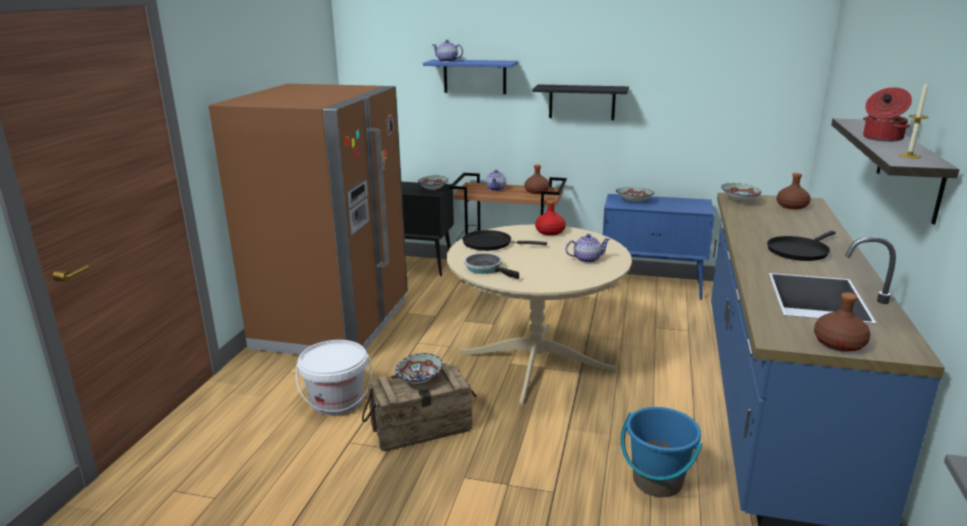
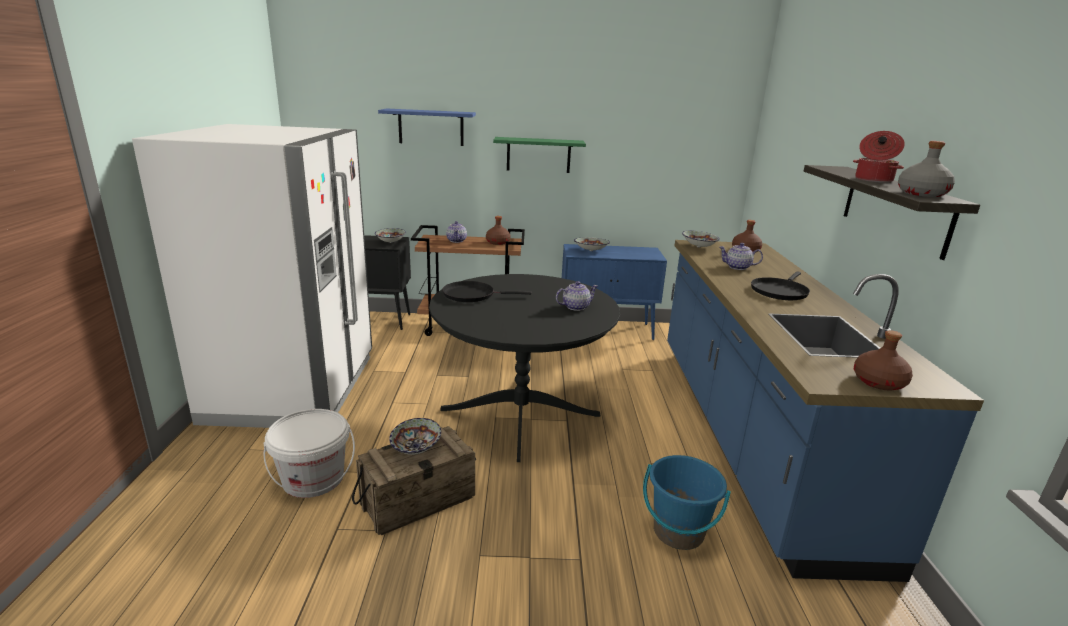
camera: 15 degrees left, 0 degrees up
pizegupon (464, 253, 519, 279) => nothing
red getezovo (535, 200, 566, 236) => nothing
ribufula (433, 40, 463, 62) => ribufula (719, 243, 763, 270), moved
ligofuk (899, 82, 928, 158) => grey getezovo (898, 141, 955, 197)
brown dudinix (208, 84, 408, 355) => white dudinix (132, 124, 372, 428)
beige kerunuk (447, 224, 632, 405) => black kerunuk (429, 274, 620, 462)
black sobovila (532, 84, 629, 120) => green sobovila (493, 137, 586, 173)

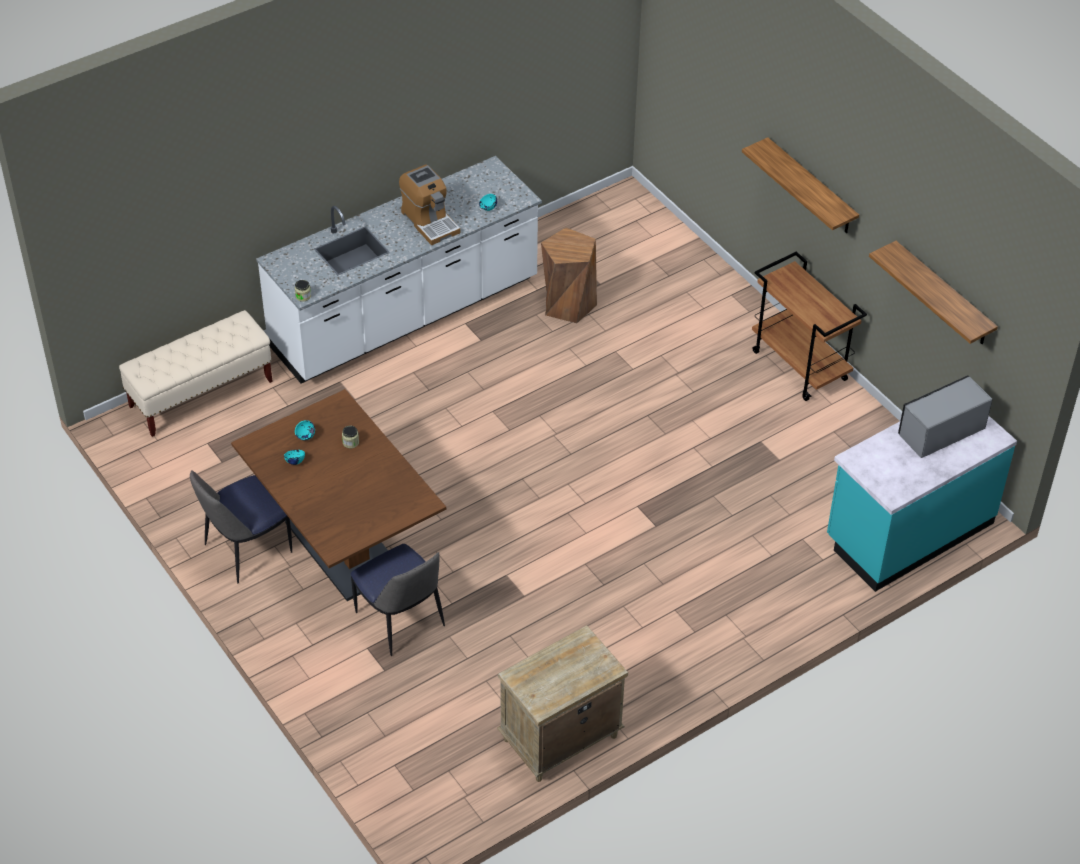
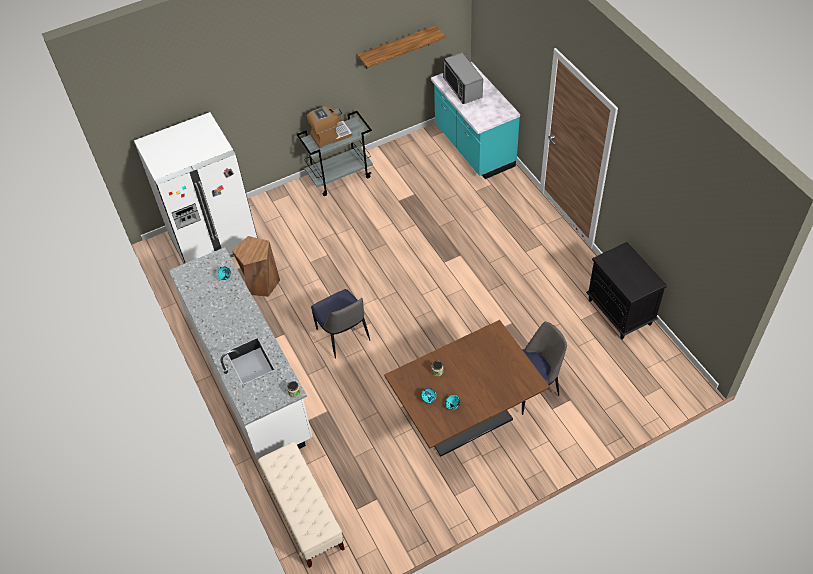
camera: 80 degrees left, 5 degrees up
sobovila (742, 137, 859, 233) => nothing
nothing => white dudinix (134, 112, 257, 264)
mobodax (190, 470, 292, 583) => mobodax (311, 289, 370, 359), moved
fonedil (399, 164, 460, 245) => fonedil (307, 106, 352, 148), moved
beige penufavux (497, 625, 628, 782) => black penufavux (586, 242, 667, 339)
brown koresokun (752, 252, 867, 401) => grey koresokun (296, 111, 373, 196)

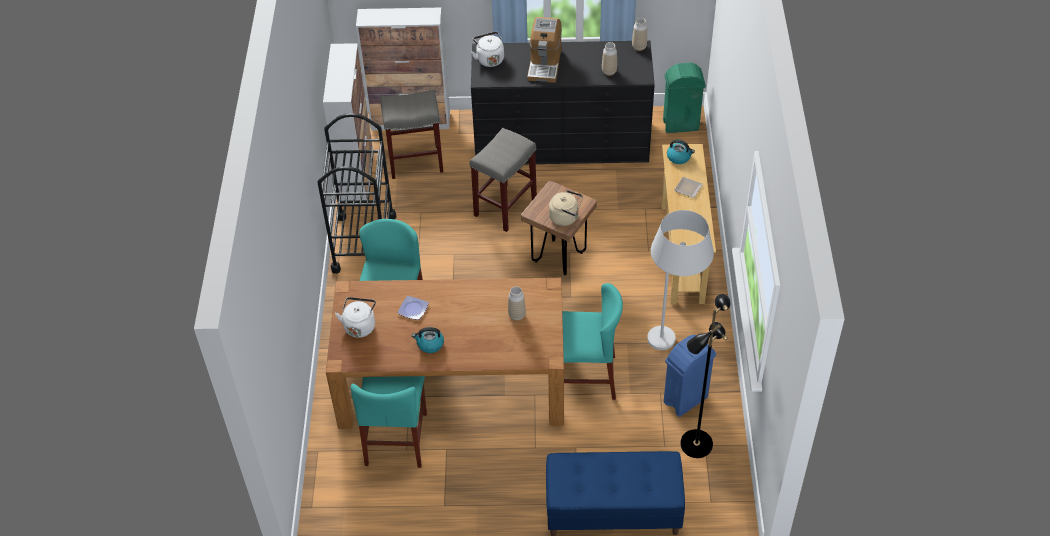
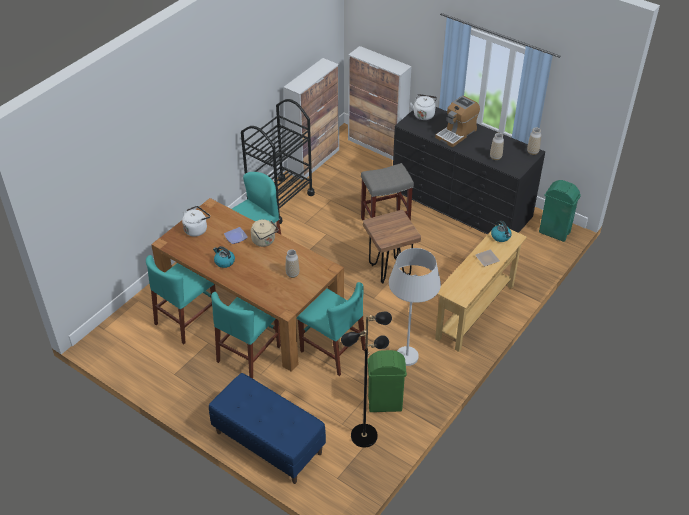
camera: 35 degrees right, 5 degrees down
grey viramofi (380, 90, 443, 179) => nothing
nothing => turquoise mobodax (211, 292, 281, 378)
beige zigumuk (549, 190, 583, 226) => beige zigumuk (251, 220, 279, 247), moved
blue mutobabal (664, 335, 716, 417) => green mutobabal (368, 350, 407, 412)

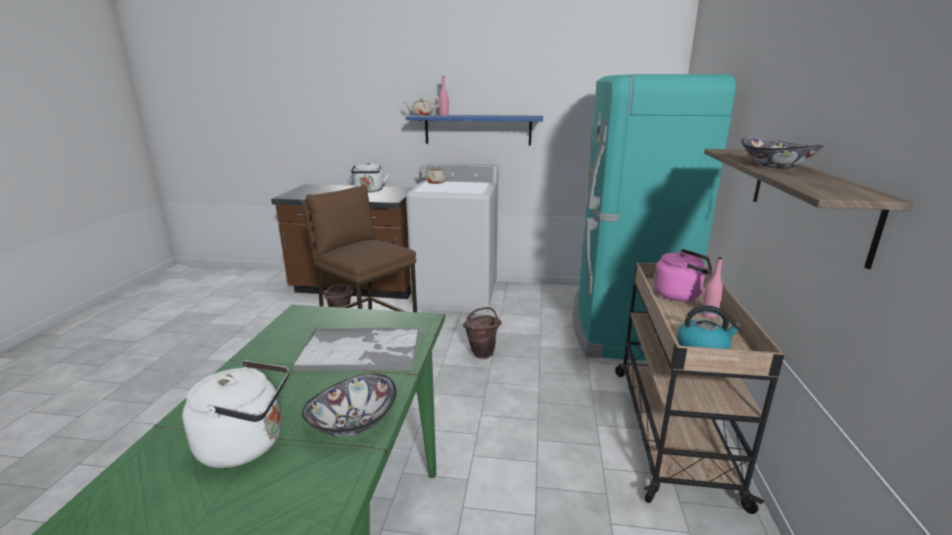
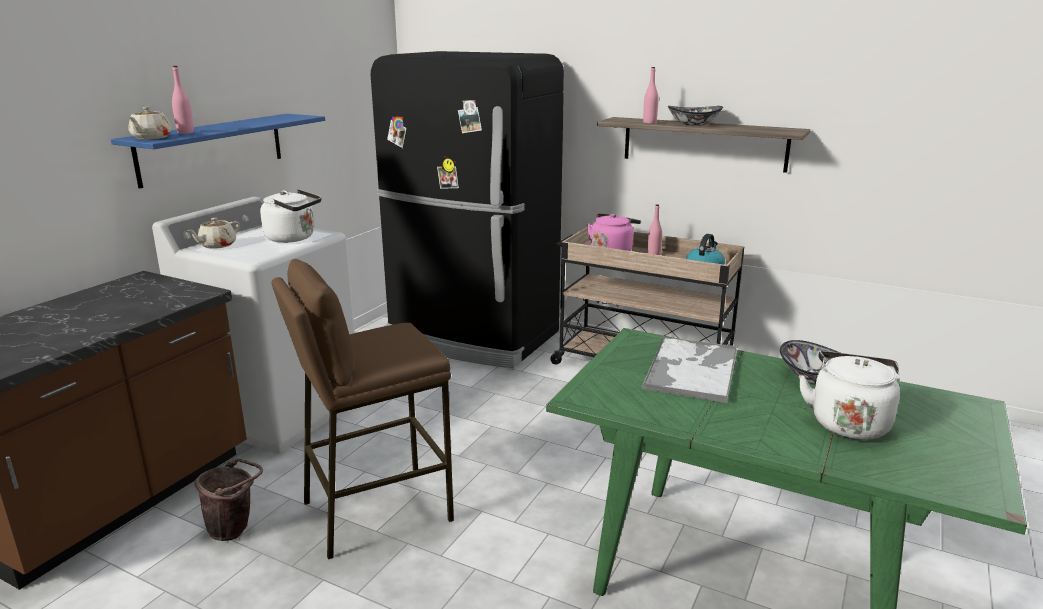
camera: 70 degrees left, 0 degrees up
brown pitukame (463, 307, 502, 359) => nothing
nothing => pink getezovo (643, 67, 658, 124)
white zigumuk (351, 162, 389, 193) => white zigumuk (260, 189, 321, 243), moved
turquoise dudinix (573, 74, 736, 361) => black dudinix (371, 51, 564, 368)

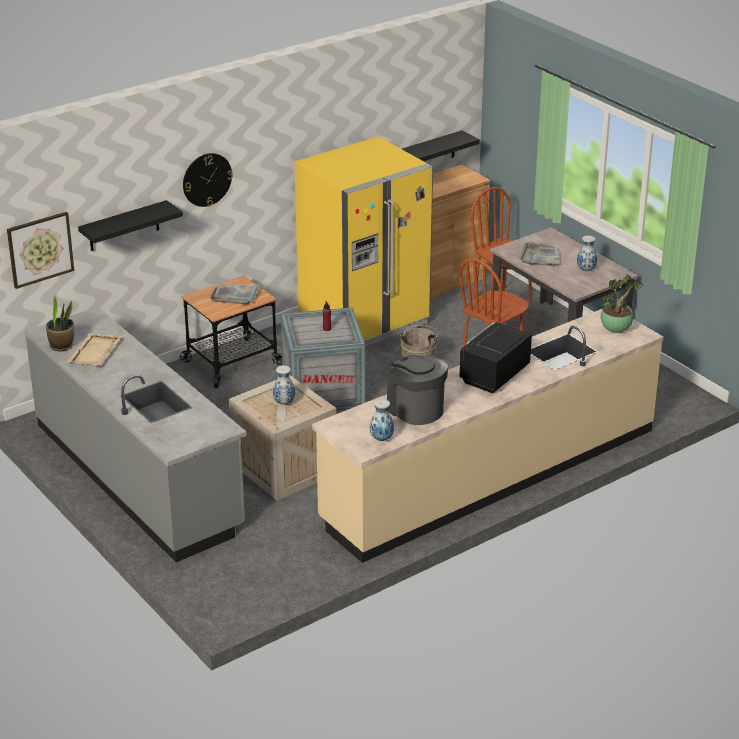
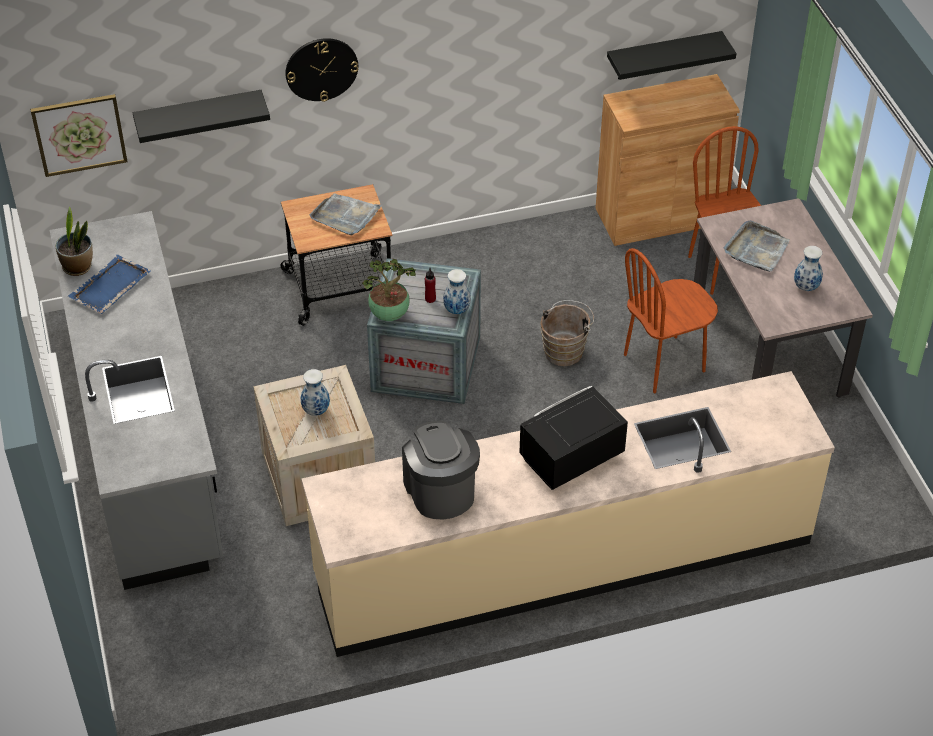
camera: 20 degrees right, 15 degrees up
yellow dudinix (295, 136, 433, 346) => nothing
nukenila (370, 399, 394, 441) => nukenila (443, 269, 471, 314), moved
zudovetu (601, 275, 643, 333) => zudovetu (362, 259, 416, 321), moved
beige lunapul (67, 333, 122, 366) => blue lunapul (68, 255, 151, 314)

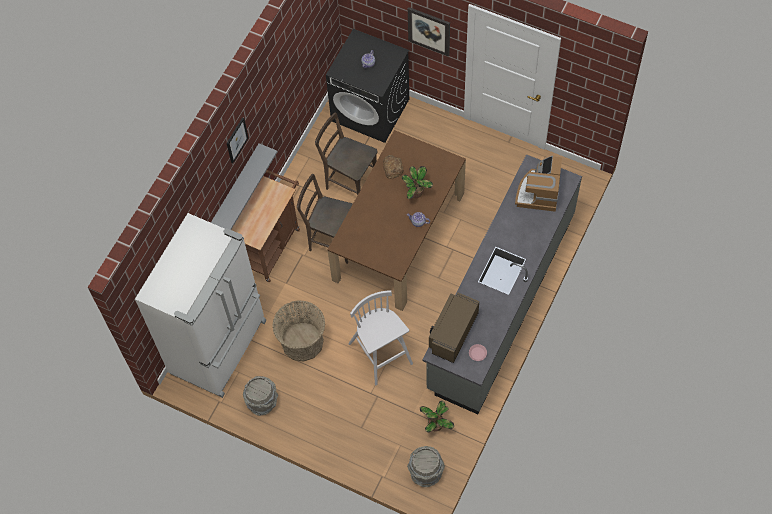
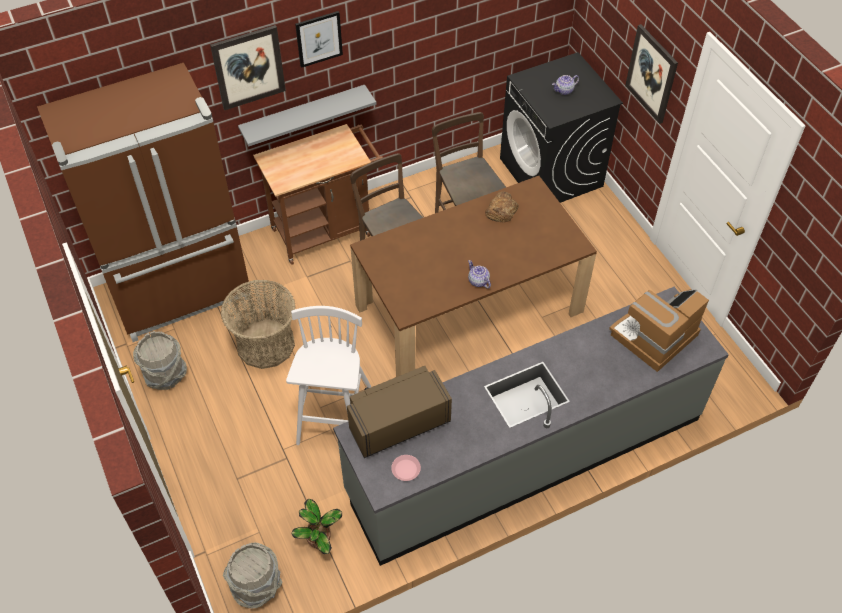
camera: 35 degrees right, 10 degrees down
zudovetu (402, 166, 433, 199) => nothing
nothing => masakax (210, 25, 286, 110)
white dudinix (135, 213, 266, 398) => brown dudinix (37, 63, 251, 342)

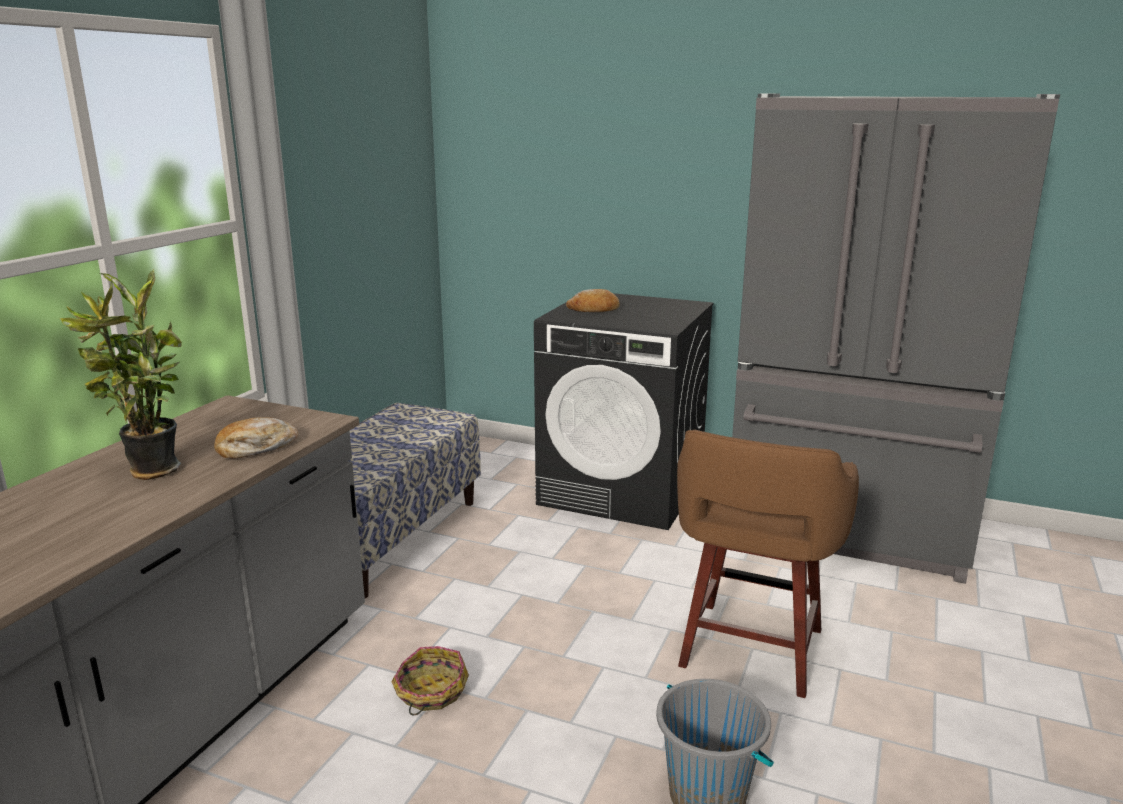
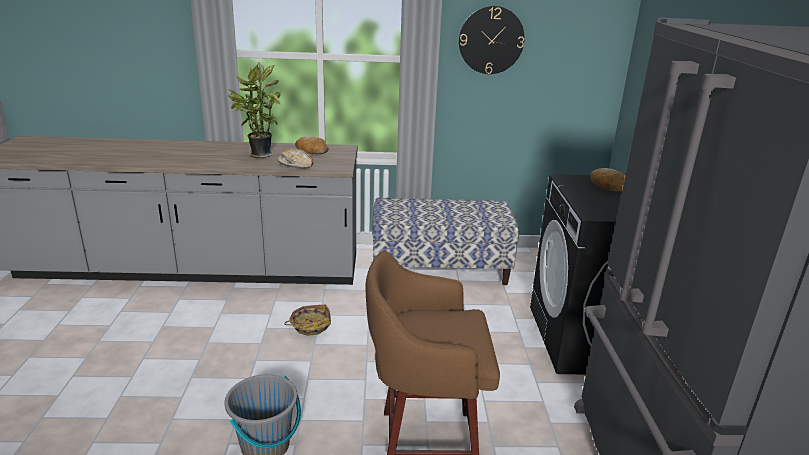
camera: 65 degrees right, 5 degrees up
nothing => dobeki (295, 136, 329, 154)
nothing => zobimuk (459, 6, 524, 74)

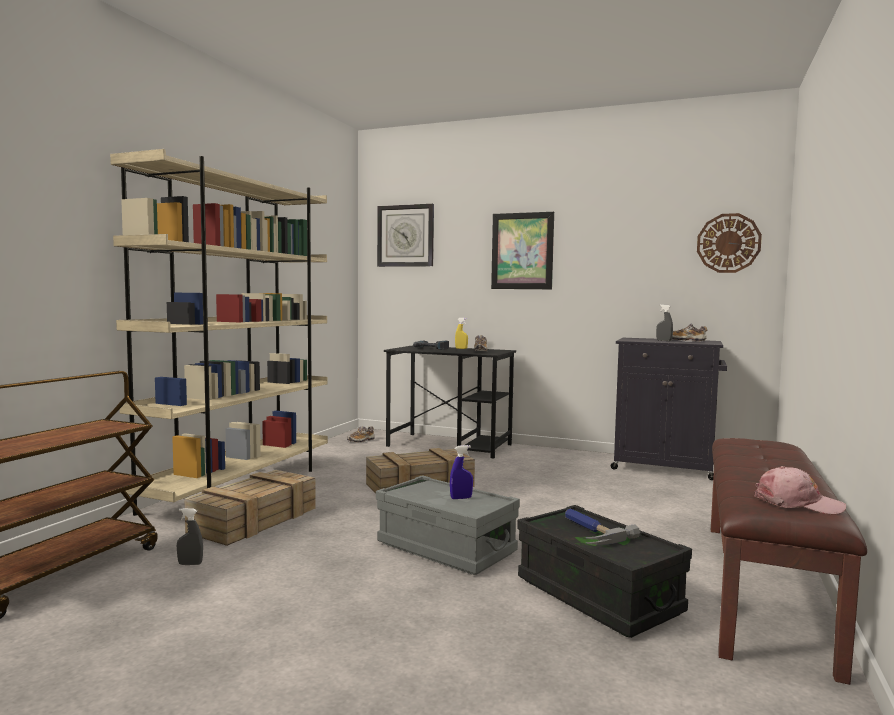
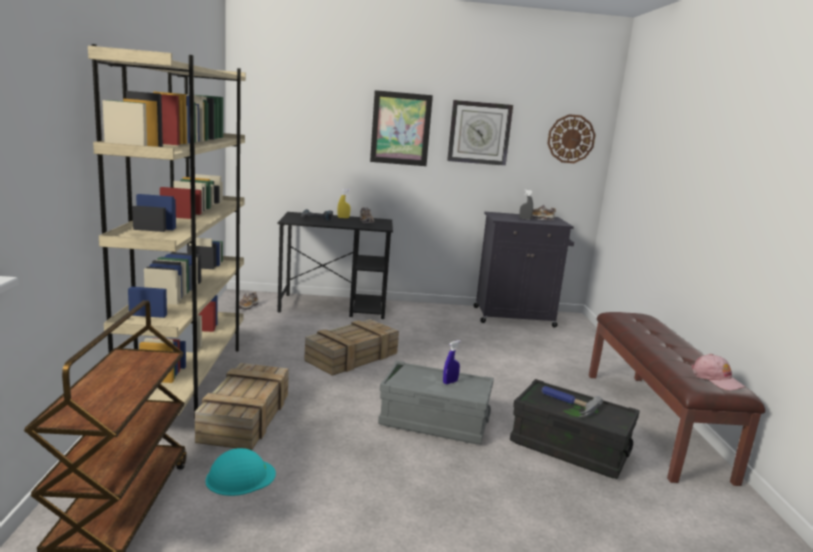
camera: 25 degrees left, 10 degrees up
zobimuk (377, 204, 434, 267) => zobimuk (447, 100, 513, 166), moved
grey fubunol (177, 508, 203, 565) => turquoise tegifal (206, 448, 276, 496)
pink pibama (755, 466, 846, 515) => pink pibama (691, 354, 746, 391), 60 degrees clockwise

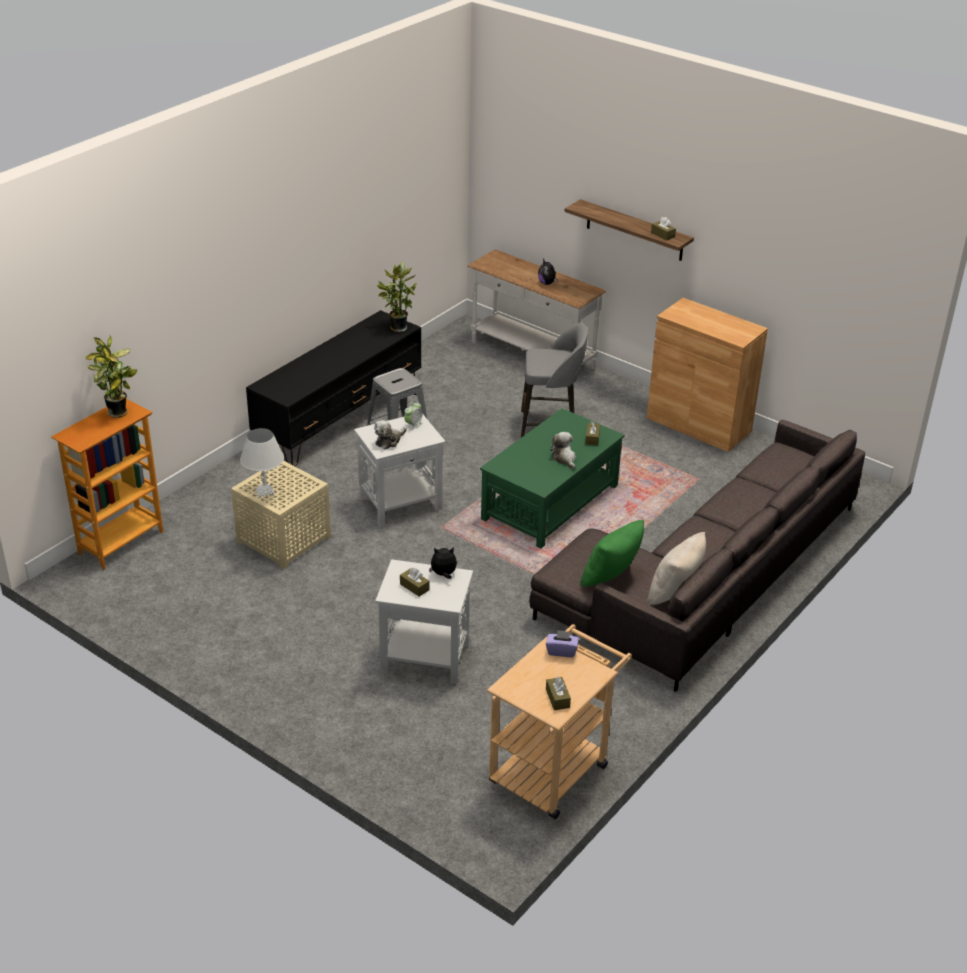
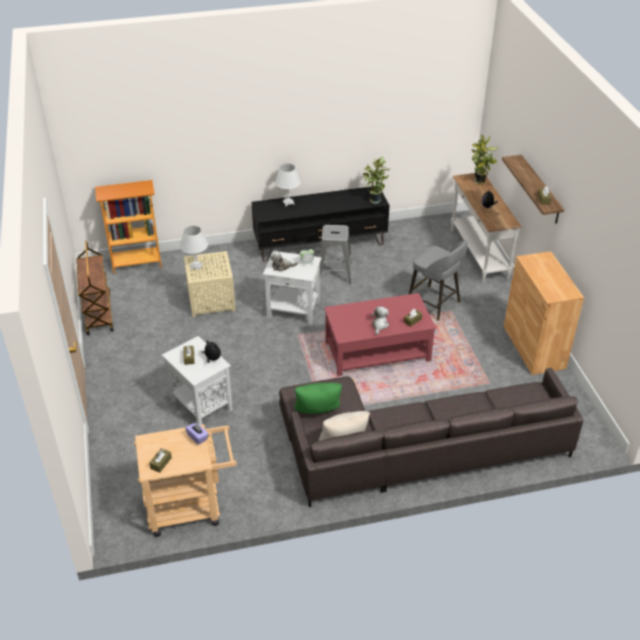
camera: 40 degrees right, 5 degrees up
nothing => brown koresokun (76, 241, 114, 335)
nothing => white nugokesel (275, 164, 301, 207)
zudovetu (85, 336, 137, 418) => zudovetu (472, 135, 498, 185), moved
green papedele (480, 408, 625, 548) => red papedele (324, 293, 436, 376)

